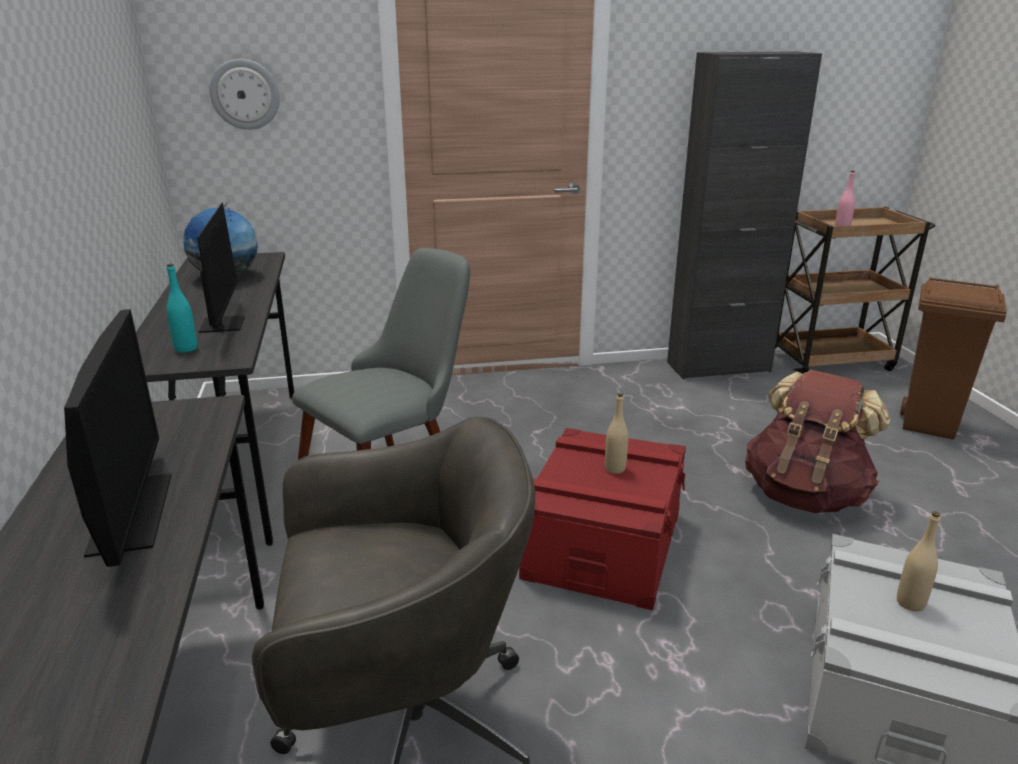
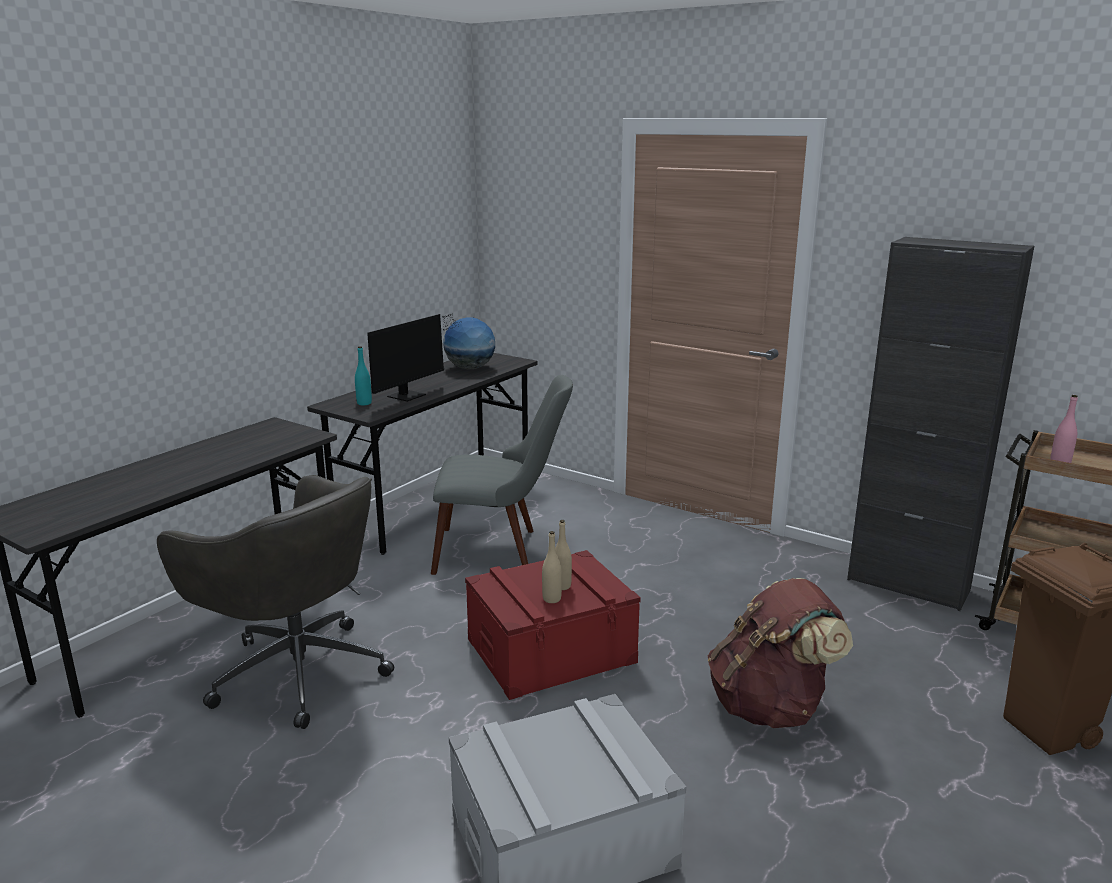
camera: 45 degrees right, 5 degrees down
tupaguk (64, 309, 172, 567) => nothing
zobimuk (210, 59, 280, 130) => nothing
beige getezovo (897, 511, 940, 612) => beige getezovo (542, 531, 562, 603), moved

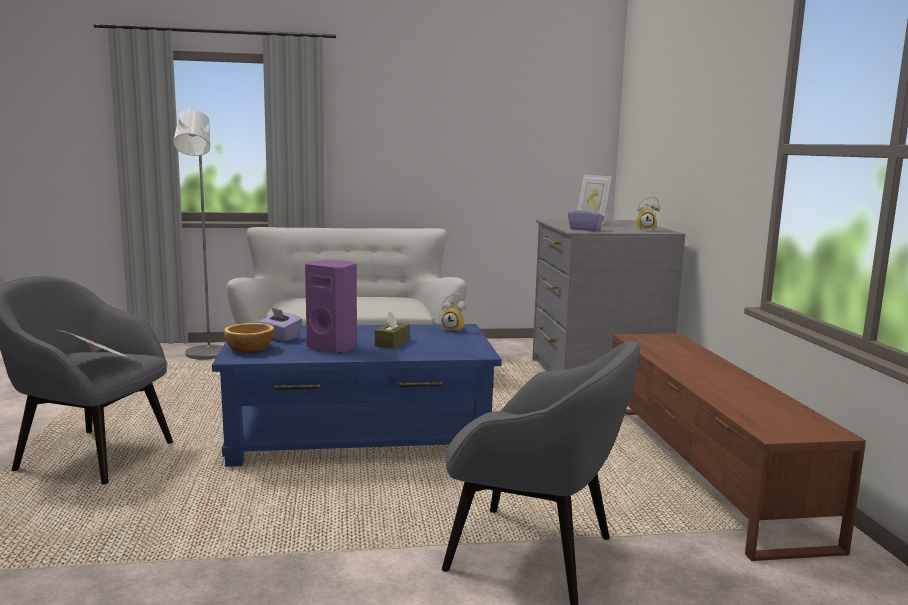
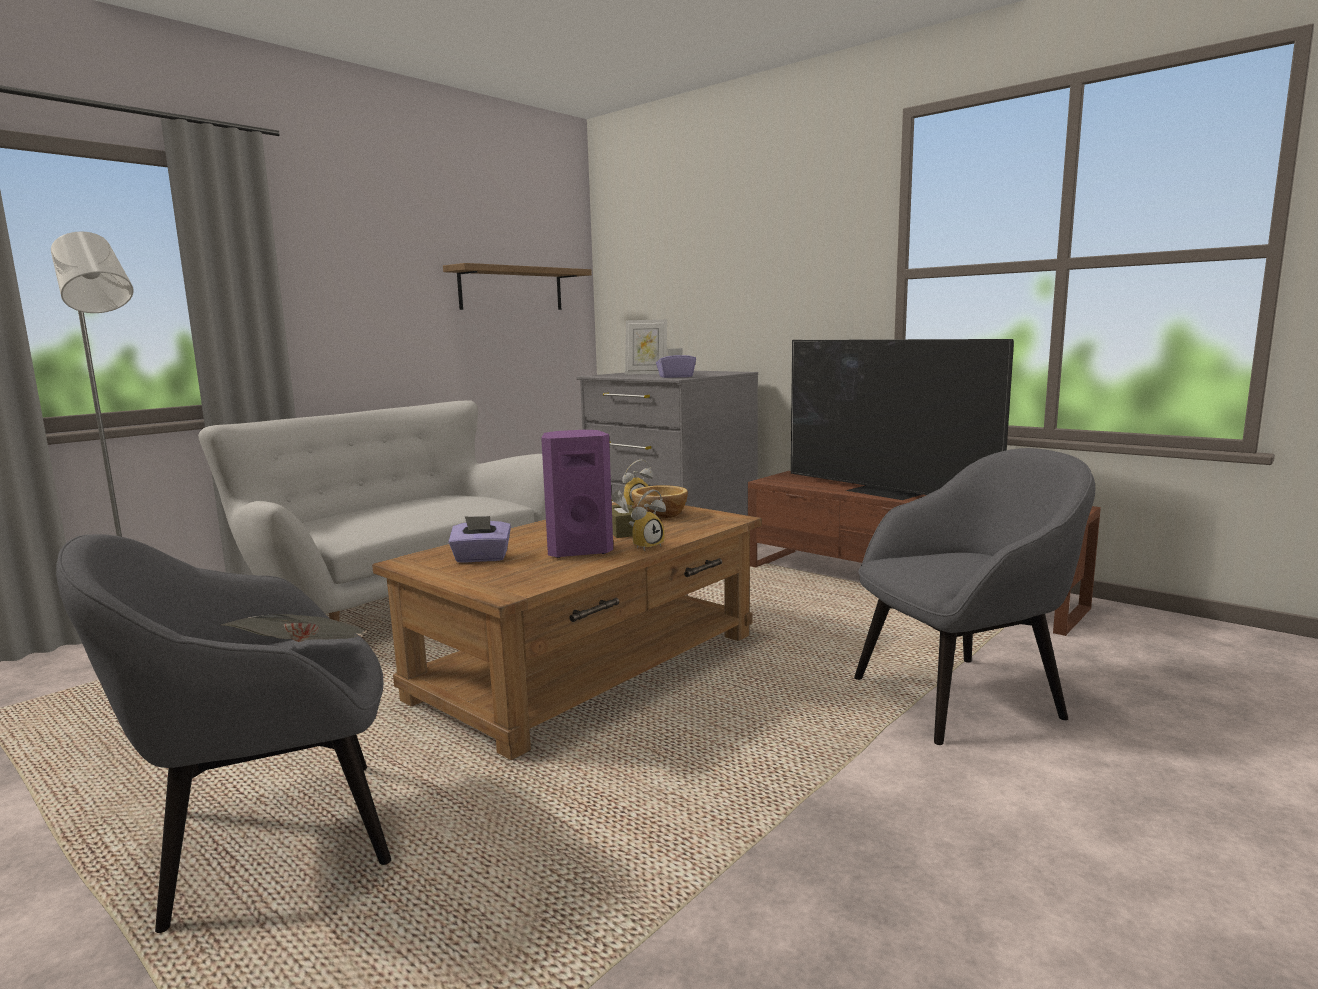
camera: 40 degrees left, 0 degrees up
nothing => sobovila (443, 263, 592, 310)
nothing => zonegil (791, 339, 1014, 500)
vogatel (224, 323, 274, 353) => vogatel (632, 485, 688, 519), moved
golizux (637, 196, 660, 230) => golizux (629, 489, 666, 551), moved
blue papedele (212, 324, 502, 467) => brown papedele (372, 502, 762, 760)

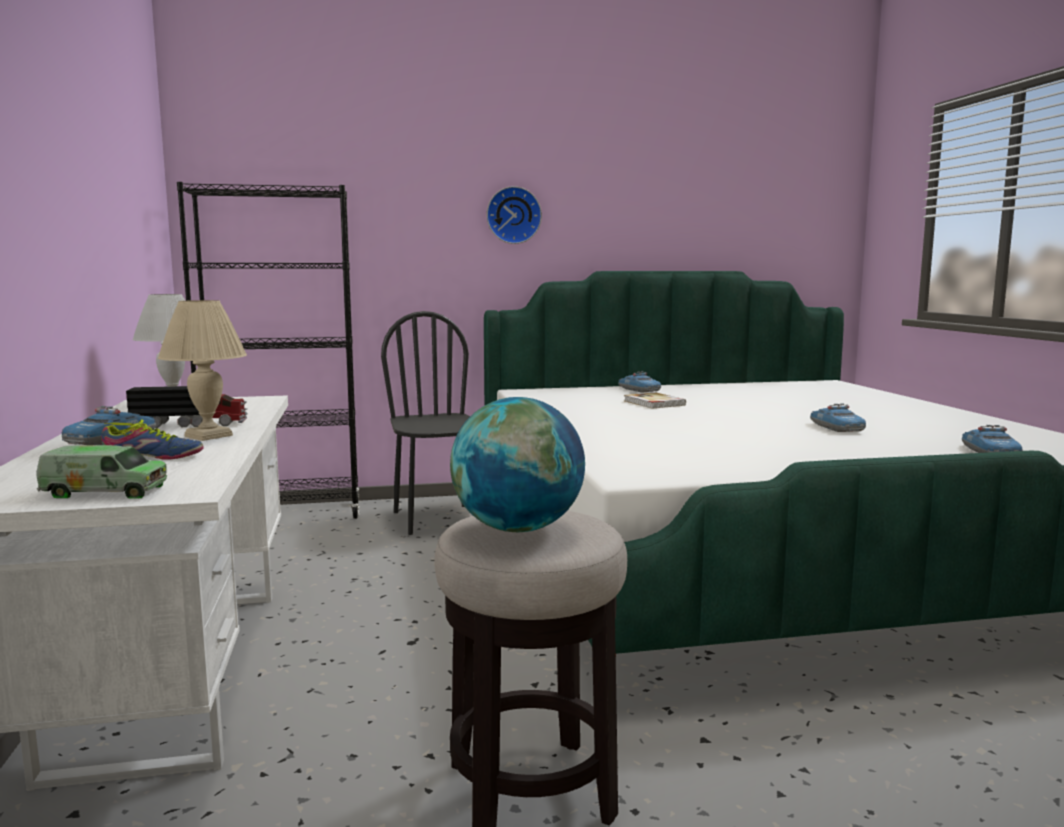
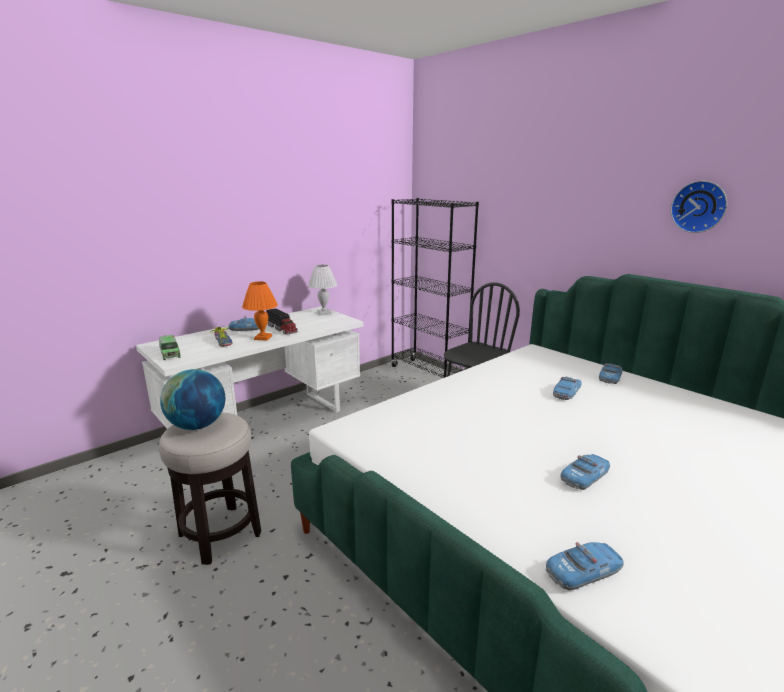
camera: 60 degrees right, 10 degrees up
zobimuk (487, 186, 542, 244) => zobimuk (671, 181, 727, 233), moved
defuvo (624, 392, 686, 409) => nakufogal (553, 377, 582, 400)
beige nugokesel (158, 300, 247, 441) => orange nugokesel (242, 282, 278, 341)

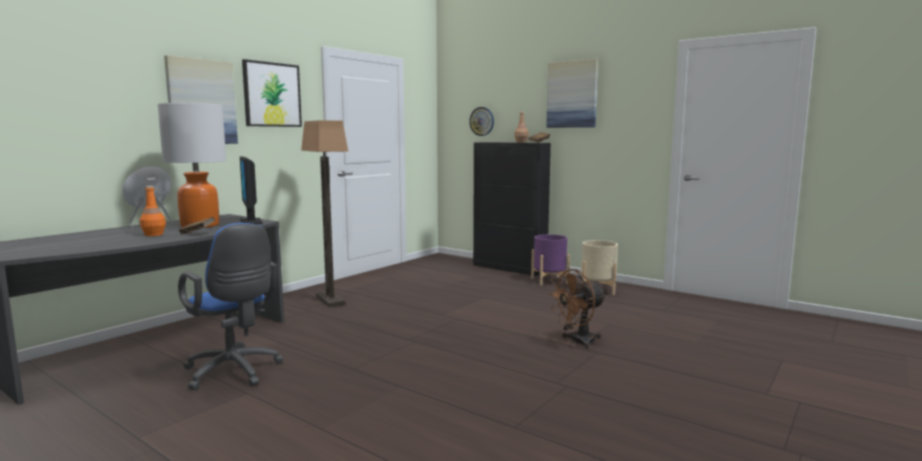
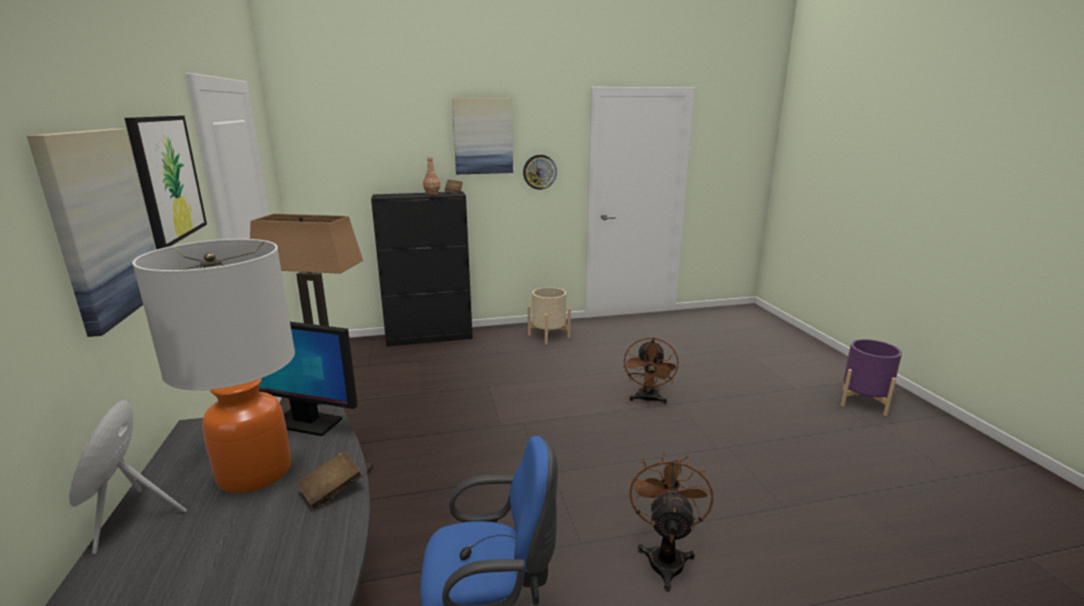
camera: 50 degrees left, 10 degrees up
orange getezovo (140, 186, 166, 236) => nothing
nothing => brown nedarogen (629, 452, 713, 591)
zobimuk (469, 107, 494, 136) => zobimuk (523, 155, 557, 190), moved
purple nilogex (531, 234, 570, 285) => purple nilogex (841, 339, 902, 416), moved

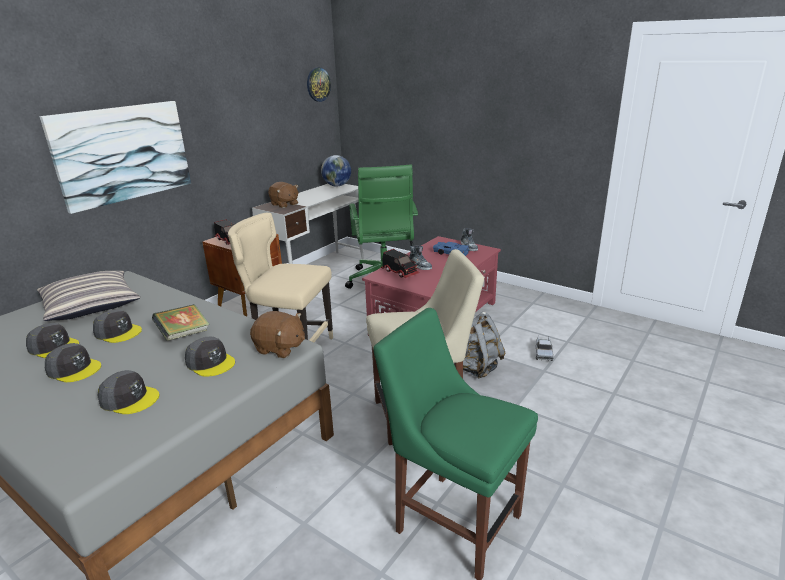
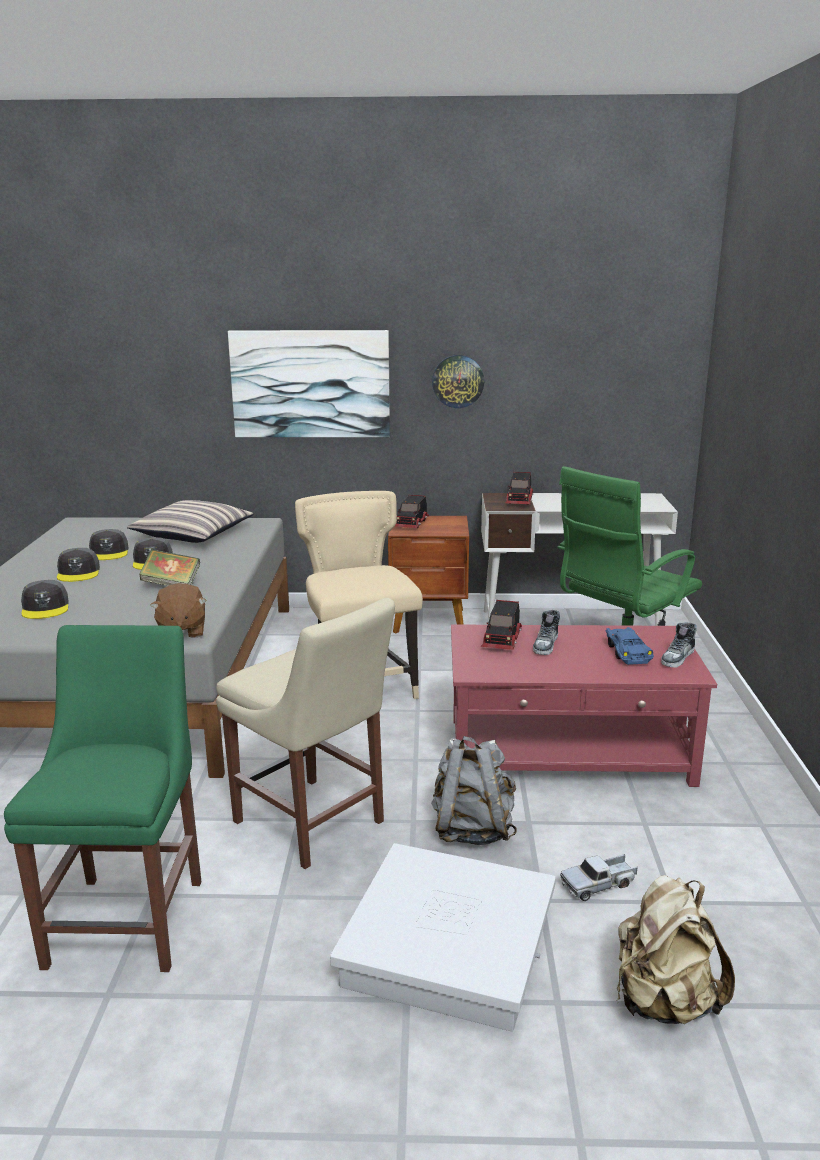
camera: 55 degrees right, 5 degrees down
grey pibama (185, 337, 235, 377) => nothing
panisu (321, 155, 351, 186) => nothing
nothing => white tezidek (330, 843, 556, 1032)
nothing => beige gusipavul (616, 875, 735, 1024)
zobimuk (307, 67, 331, 102) => zobimuk (432, 355, 484, 408), moved
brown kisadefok (268, 182, 298, 208) => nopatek (505, 472, 534, 505)

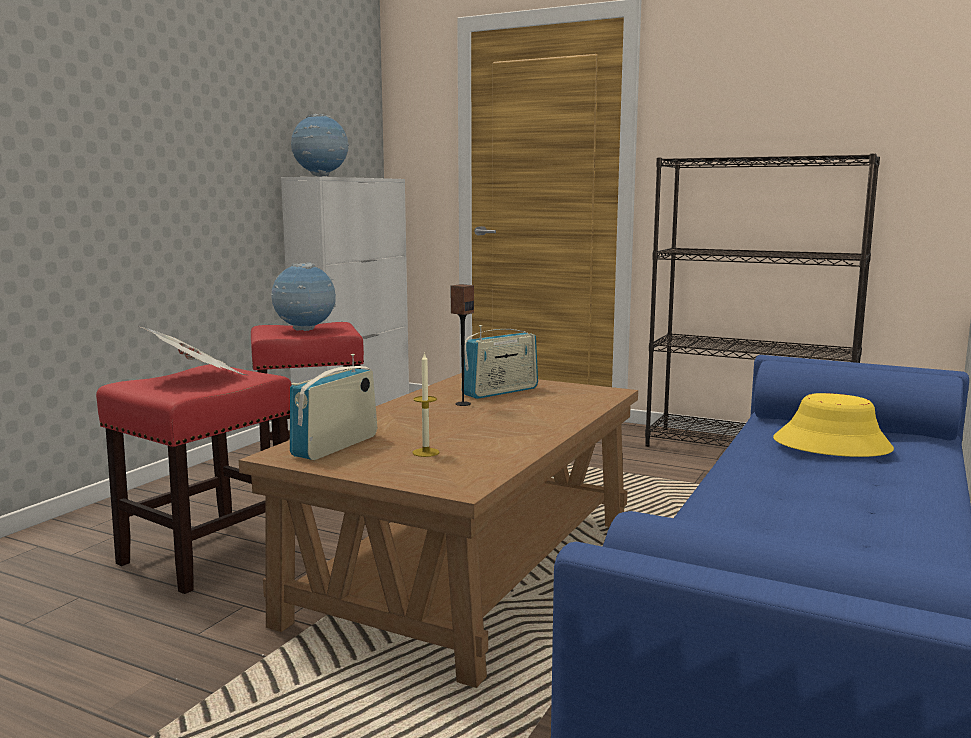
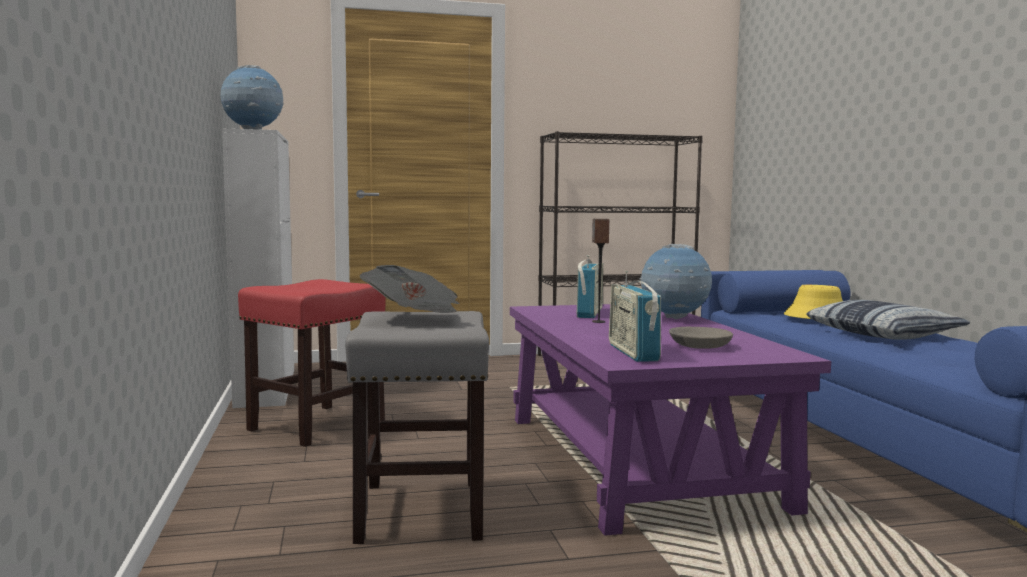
camera: 40 degrees left, 5 degrees down
nothing => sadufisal (806, 300, 970, 340)
panisu (271, 263, 336, 331) => panisu (640, 244, 712, 319), moved
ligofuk (412, 352, 440, 457) => grey vogatel (669, 327, 733, 349)
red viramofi (96, 364, 291, 594) => grey viramofi (345, 311, 489, 544)
brown papedele (239, 373, 638, 688) => purple papedele (510, 304, 831, 536)

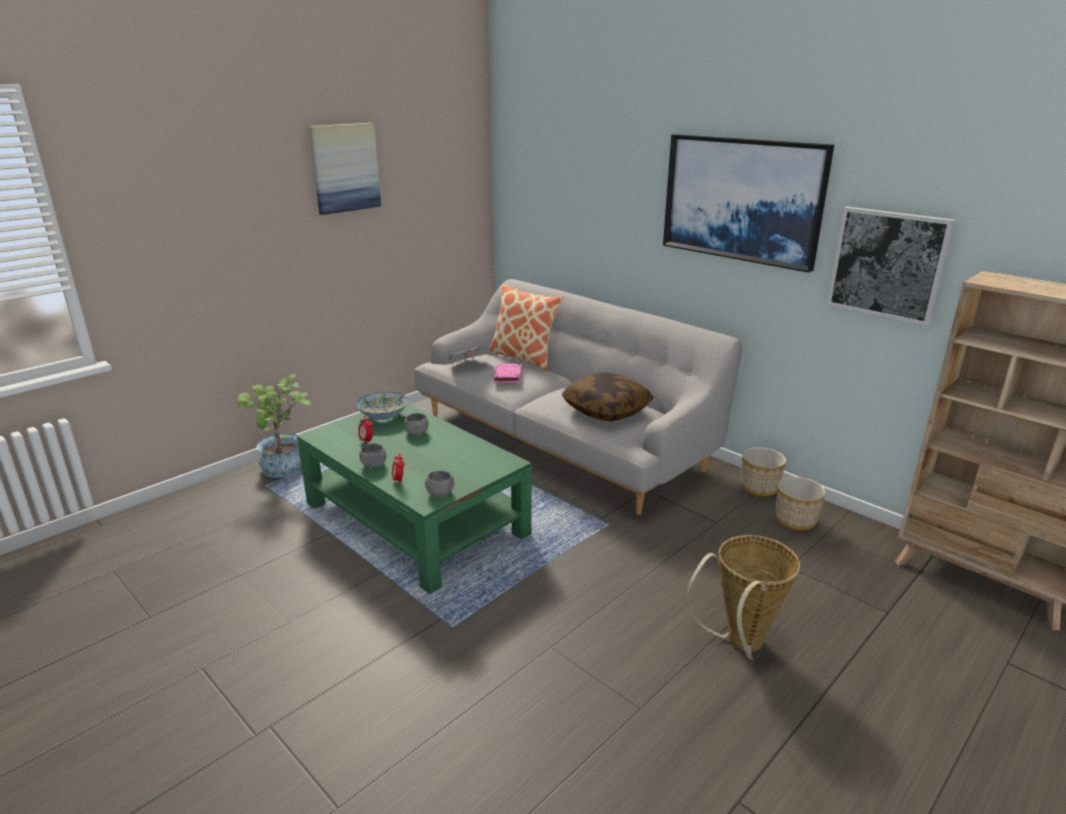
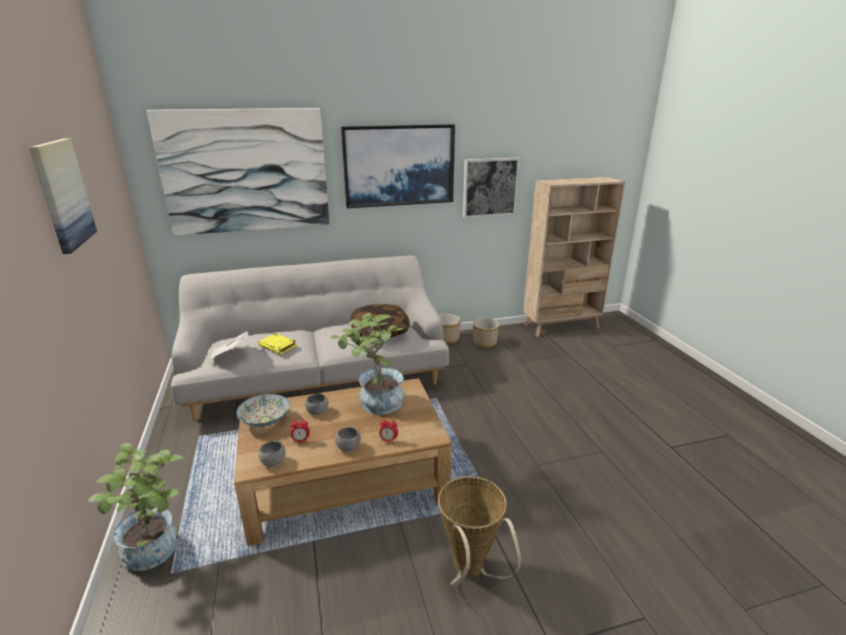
camera: 60 degrees left, 0 degrees up
sadufisal (487, 284, 564, 370) => nothing
nothing => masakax (147, 108, 329, 235)
nothing => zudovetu (330, 313, 404, 415)
grey vogatel (425, 471, 454, 496) => grey vogatel (259, 441, 285, 467), moved
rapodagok (687, 535, 800, 660) => rapodagok (438, 476, 521, 587), moved
green papedele (297, 403, 532, 594) => brown papedele (234, 378, 452, 546)
pink defuvo (493, 363, 522, 383) => yellow defuvo (258, 333, 297, 354)

